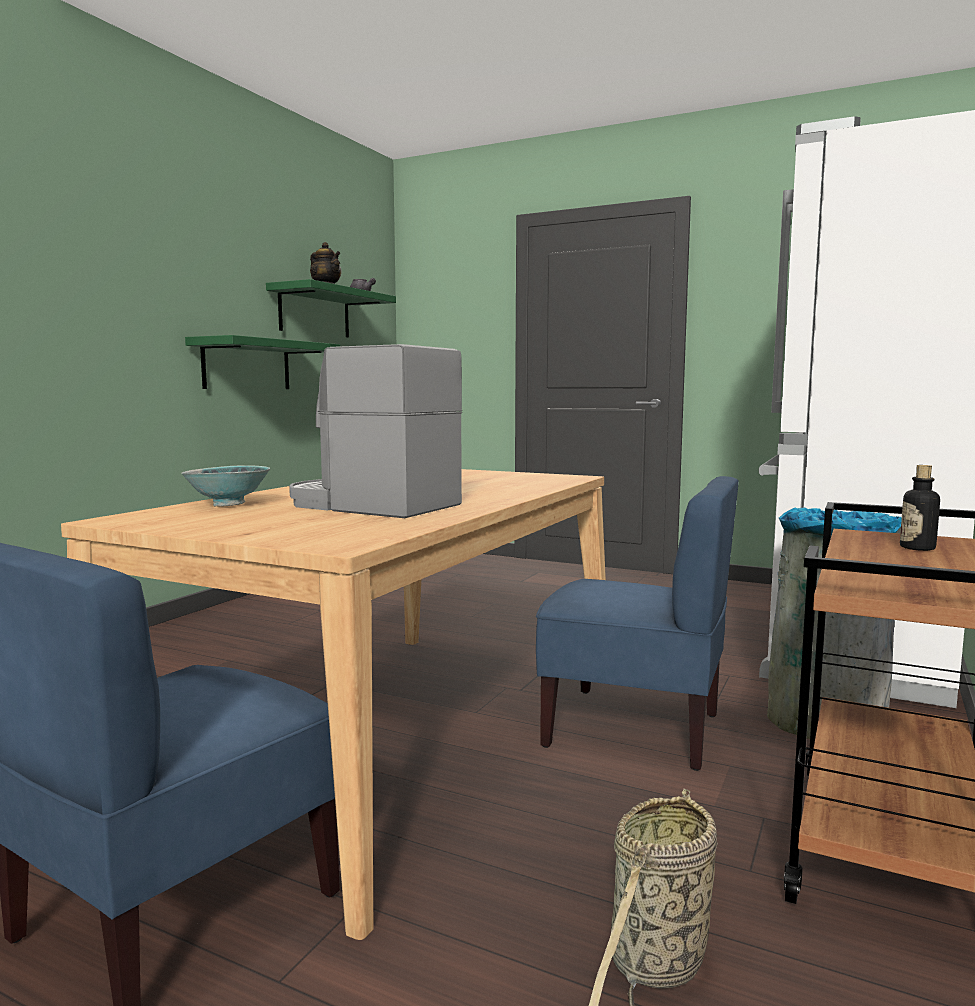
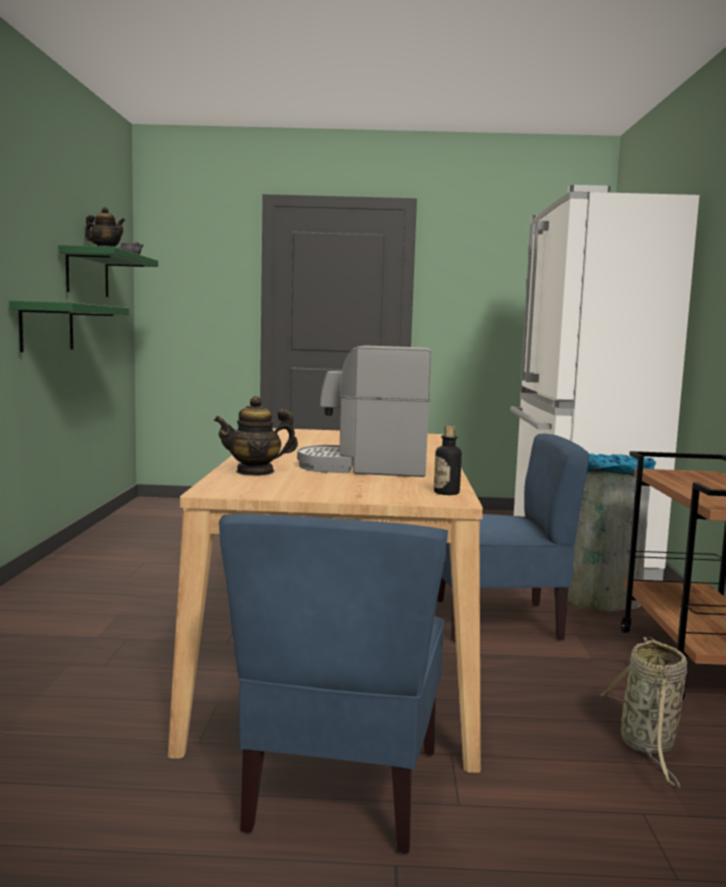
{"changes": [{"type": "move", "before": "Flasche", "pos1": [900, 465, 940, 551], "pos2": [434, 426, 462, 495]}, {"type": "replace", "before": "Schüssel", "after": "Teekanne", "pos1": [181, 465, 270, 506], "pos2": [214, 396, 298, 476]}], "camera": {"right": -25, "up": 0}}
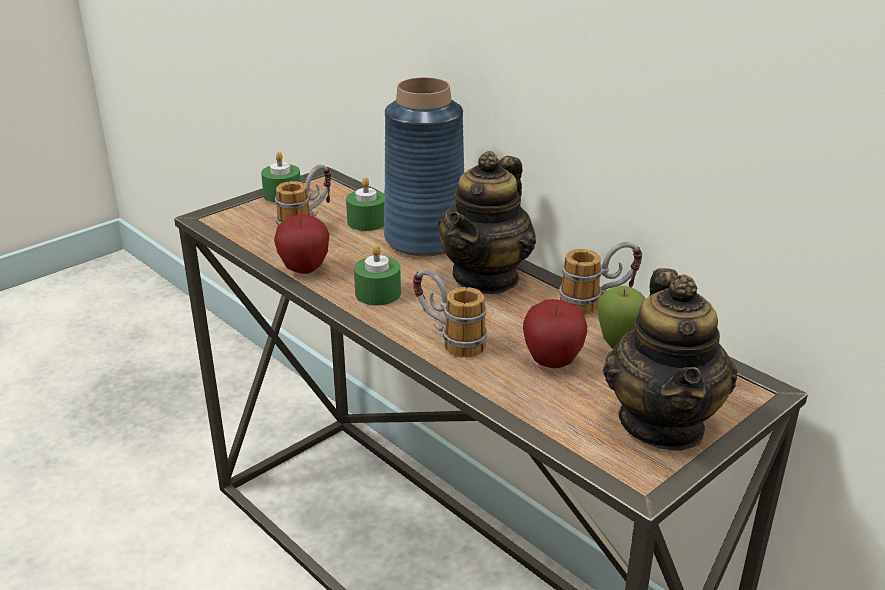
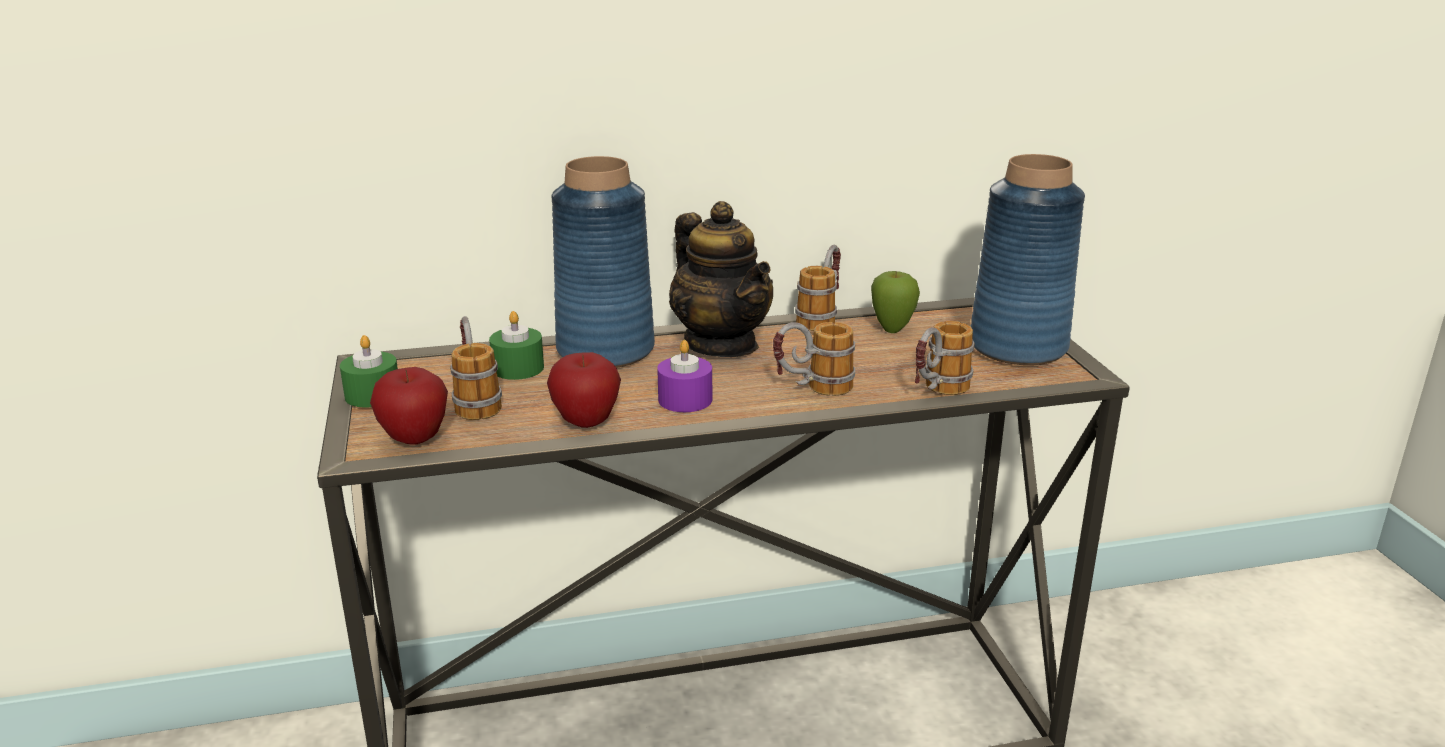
{"changes": [{"type": "insert", "after": "Henkelbecher", "pos2": [915, 321, 975, 395]}, {"type": "move", "before": "Apfel", "pos1": [523, 299, 587, 368], "pos2": [370, 367, 448, 445]}, {"type": "replace", "before": "Teekanne", "after": "Vase [blau]", "pos1": [603, 268, 737, 450], "pos2": [970, 154, 1085, 365]}, {"type": "recolor", "before": "Kerze [grün]", "after": "Kerze [lila]", "pos1": [354, 244, 401, 305], "pos2": [657, 340, 712, 412]}], "camera": {"right": -60, "up": -5}}
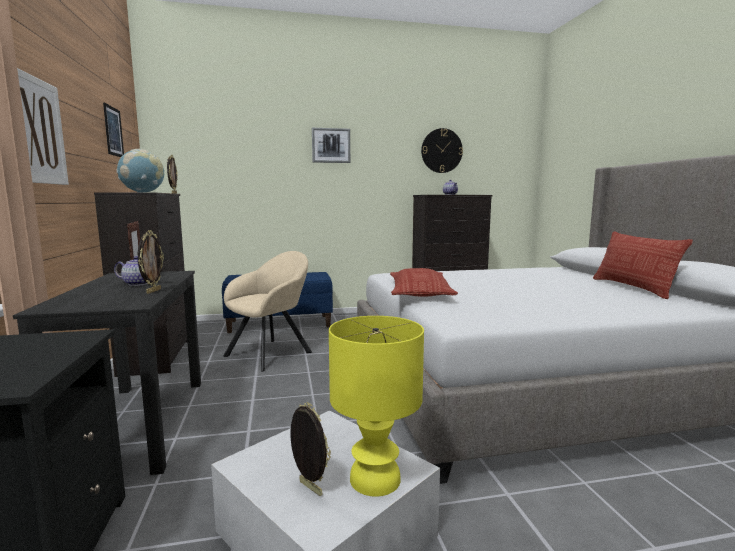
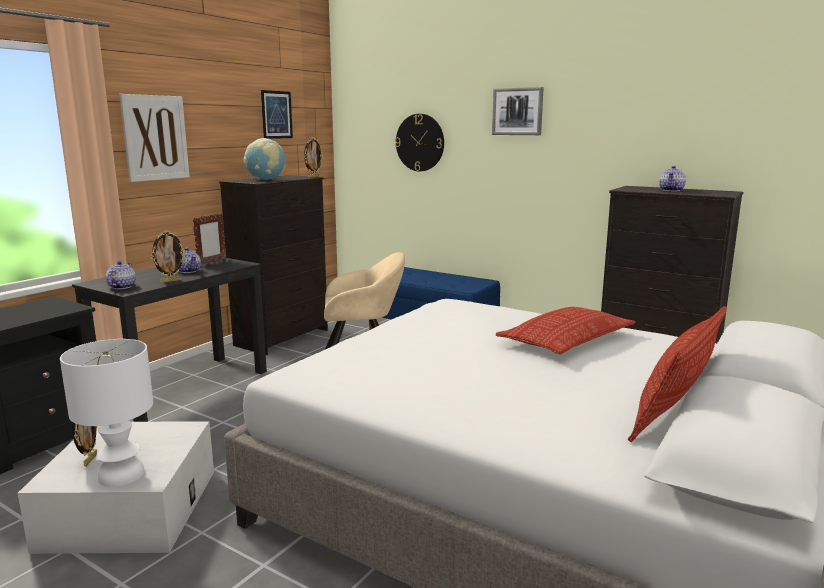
{"changes": [{"type": "insert", "after": "Teekanne", "pos2": [106, 261, 136, 289]}, {"type": "move", "before": "Kissen", "pos1": [390, 268, 458, 296], "pos2": [496, 307, 635, 354]}, {"type": "move", "before": "Wanduhr", "pos1": [421, 128, 463, 173], "pos2": [395, 114, 444, 171]}, {"type": "recolor", "before": "Tischlampe [gelb]", "after": "Tischlampe [weiß]", "pos1": [329, 316, 424, 497], "pos2": [60, 339, 153, 487]}], "camera": {"right": 45, "up": 5}}
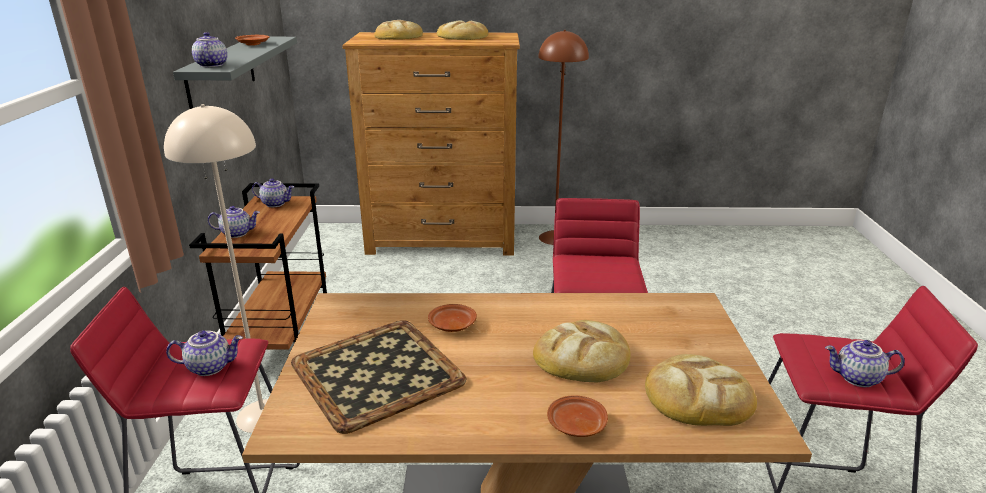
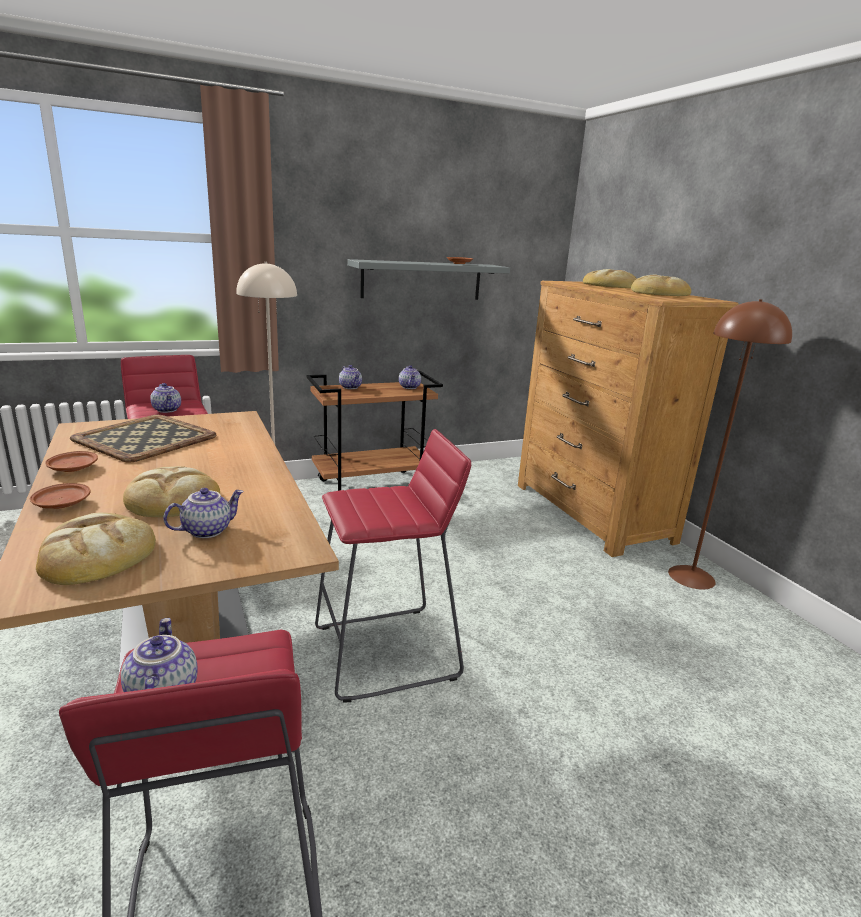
{"changes": [{"type": "move", "before": "Teekanne", "pos1": [192, 32, 227, 67], "pos2": [163, 488, 244, 538]}, {"type": "move", "before": "Teller [braun]", "pos1": [428, 304, 477, 332], "pos2": [45, 451, 98, 472]}], "camera": {"right": 65, "up": -5}}
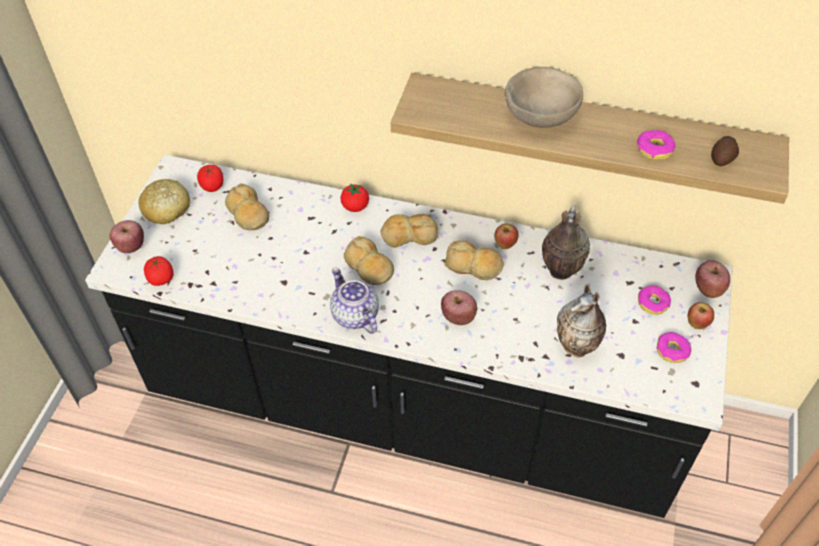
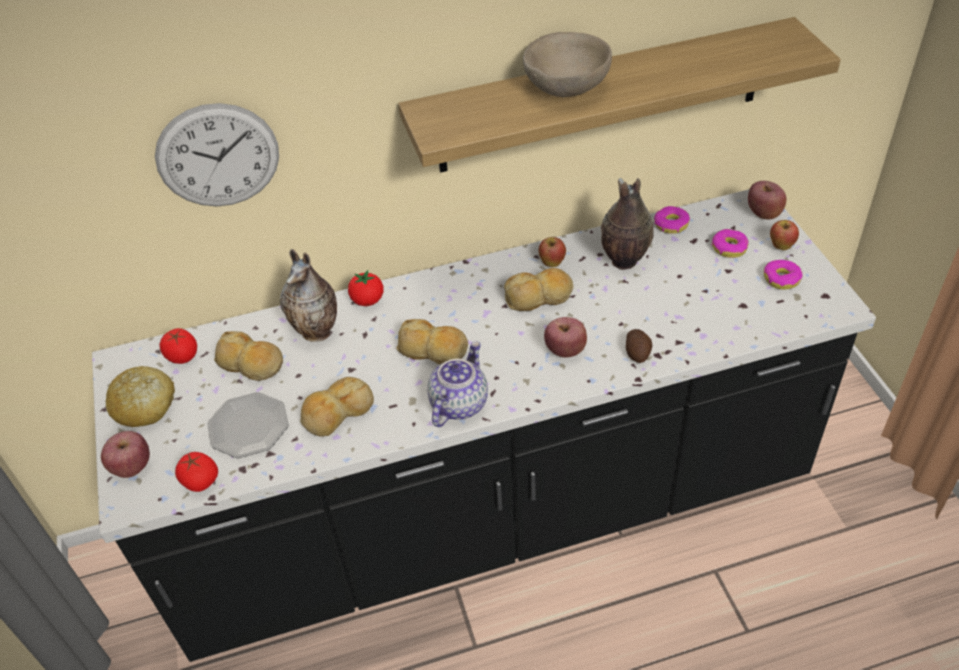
{"changes": [{"type": "insert", "after": "Wanduhr", "pos2": [155, 103, 279, 206]}, {"type": "insert", "after": "Teller", "pos2": [207, 392, 289, 458]}, {"type": "move", "before": "Brot", "pos1": [381, 214, 438, 248], "pos2": [300, 377, 374, 437]}, {"type": "move", "before": "Vase", "pos1": [557, 284, 606, 357], "pos2": [280, 249, 337, 342]}, {"type": "move", "before": "Donut", "pos1": [637, 130, 675, 160], "pos2": [654, 206, 690, 234]}, {"type": "move", "before": "Kartoffel", "pos1": [711, 136, 739, 166], "pos2": [626, 329, 653, 363]}, {"type": "rotate", "before": "Teekanne", "pos1": [330, 267, 379, 334], "pos2": [427, 341, 488, 427], "turn": 90}], "camera": {"right": -30, "up": -5}}
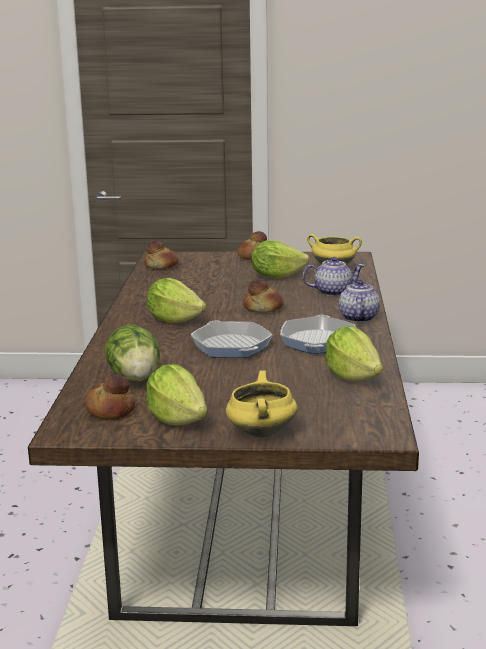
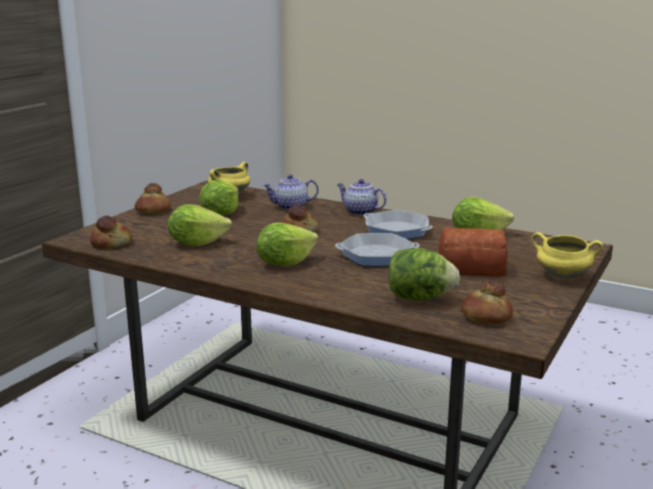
{"changes": [{"type": "insert", "after": "Brot", "pos2": [438, 228, 508, 276]}, {"type": "move", "before": "Salatkopf", "pos1": [146, 364, 207, 426], "pos2": [168, 204, 232, 246]}, {"type": "rotate", "before": "Teekanne", "pos1": [302, 257, 365, 296], "pos2": [263, 174, 319, 210], "turn": -120}], "camera": {"right": -65, "up": 0}}
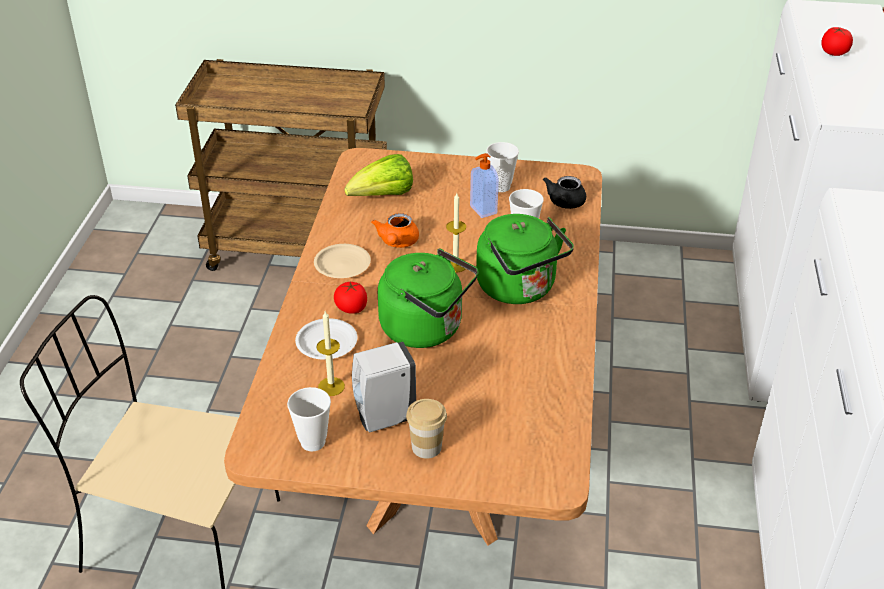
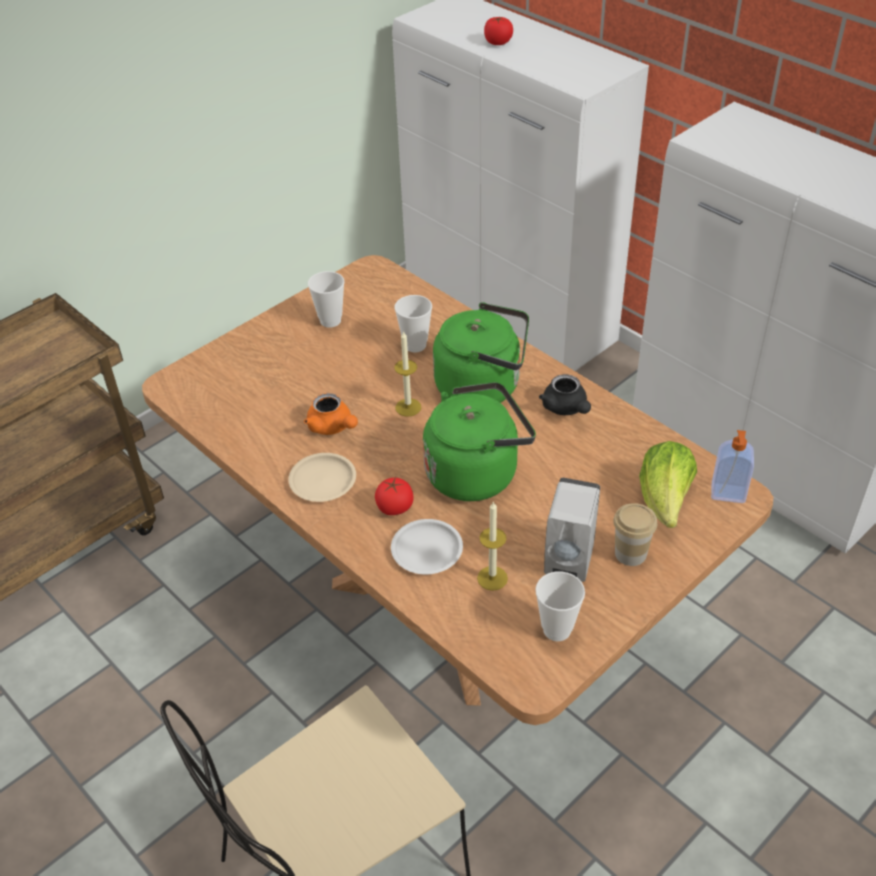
{"changes": [{"type": "move", "before": "Salatkopf", "pos1": [344, 154, 413, 196], "pos2": [639, 441, 697, 528]}, {"type": "move", "before": "Seifenspender", "pos1": [470, 153, 499, 218], "pos2": [711, 430, 754, 503]}, {"type": "move", "before": "Teekanne [schwarz]", "pos1": [543, 176, 586, 209], "pos2": [539, 374, 591, 415]}], "camera": {"right": -50, "up": 5}}
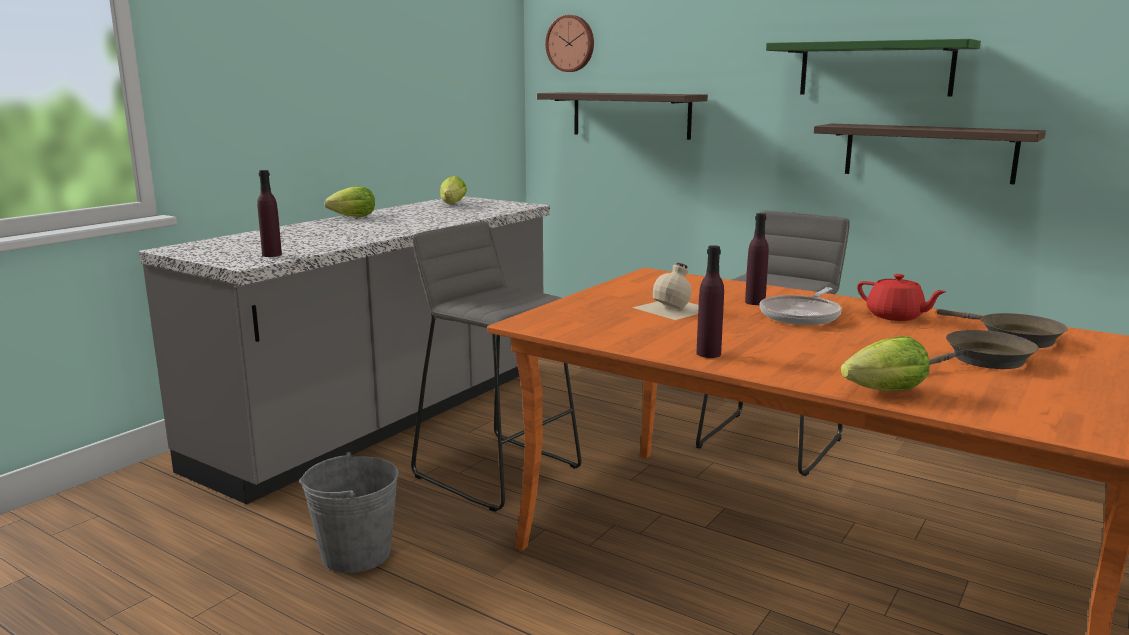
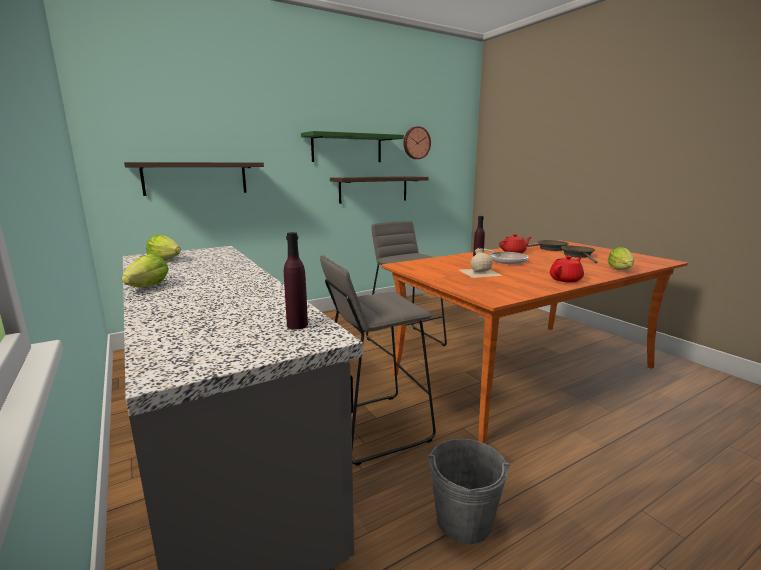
{"changes": [{"type": "move", "before": "Wanduhr", "pos1": [545, 15, 594, 72], "pos2": [404, 126, 431, 159]}, {"type": "replace", "before": "Flasche [lila]", "after": "Teekanne [rot]", "pos1": [697, 245, 724, 358], "pos2": [550, 256, 584, 283]}], "camera": {"right": -65, "up": 0}}
